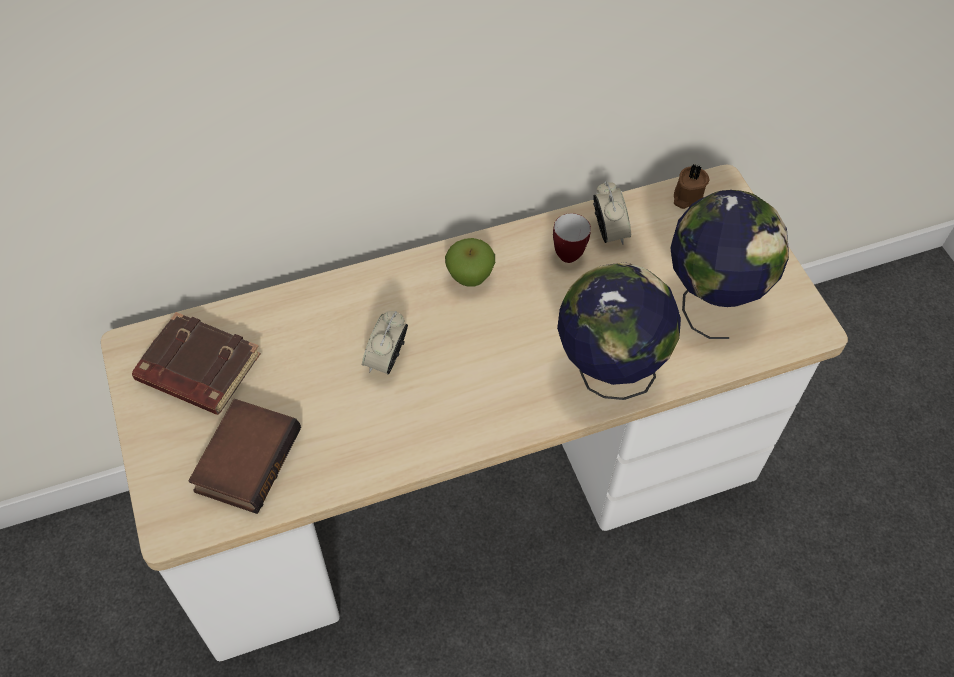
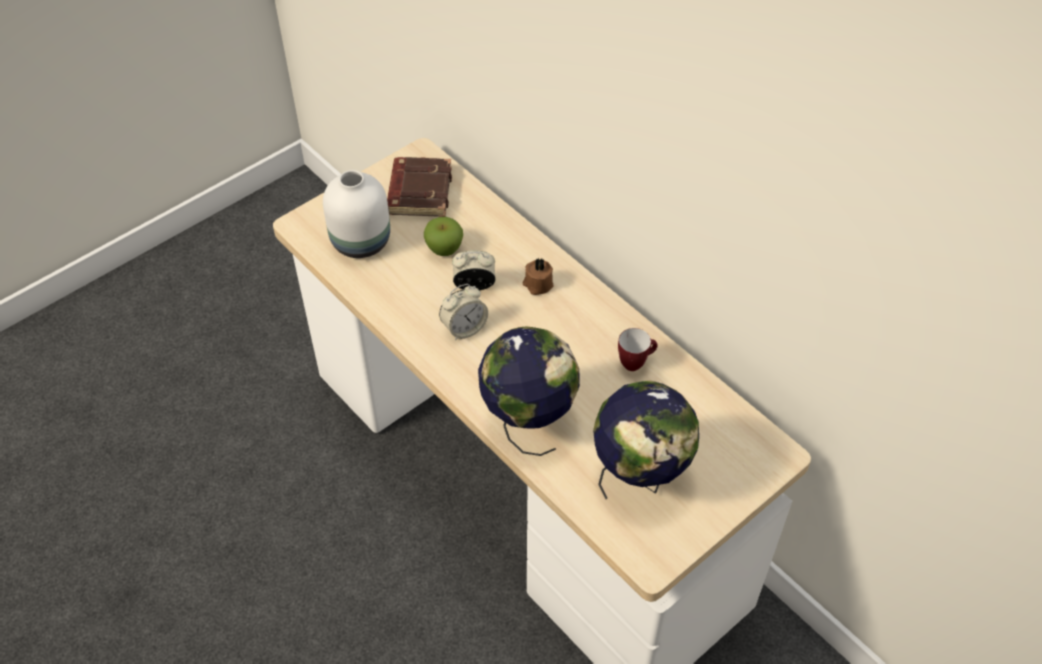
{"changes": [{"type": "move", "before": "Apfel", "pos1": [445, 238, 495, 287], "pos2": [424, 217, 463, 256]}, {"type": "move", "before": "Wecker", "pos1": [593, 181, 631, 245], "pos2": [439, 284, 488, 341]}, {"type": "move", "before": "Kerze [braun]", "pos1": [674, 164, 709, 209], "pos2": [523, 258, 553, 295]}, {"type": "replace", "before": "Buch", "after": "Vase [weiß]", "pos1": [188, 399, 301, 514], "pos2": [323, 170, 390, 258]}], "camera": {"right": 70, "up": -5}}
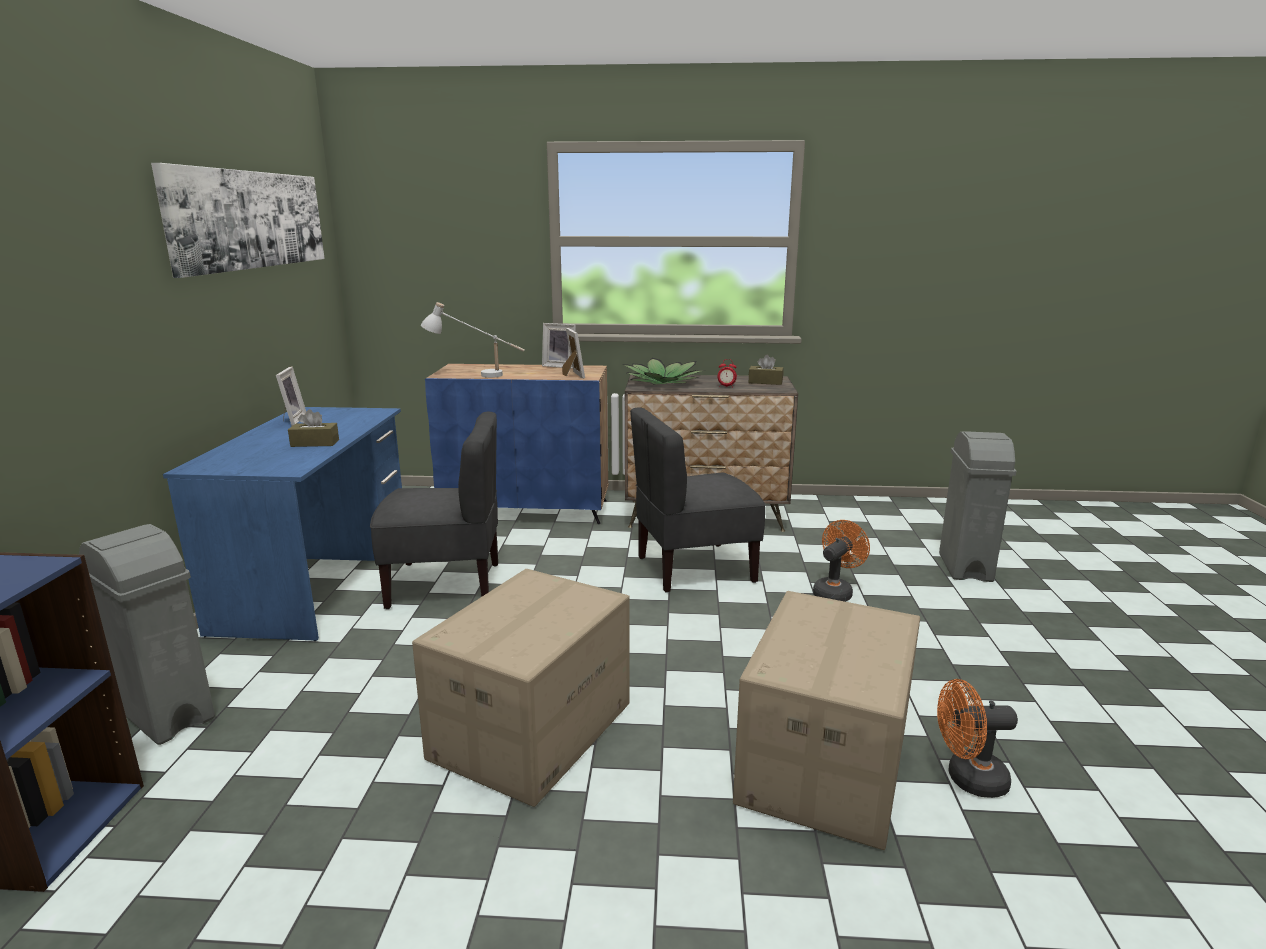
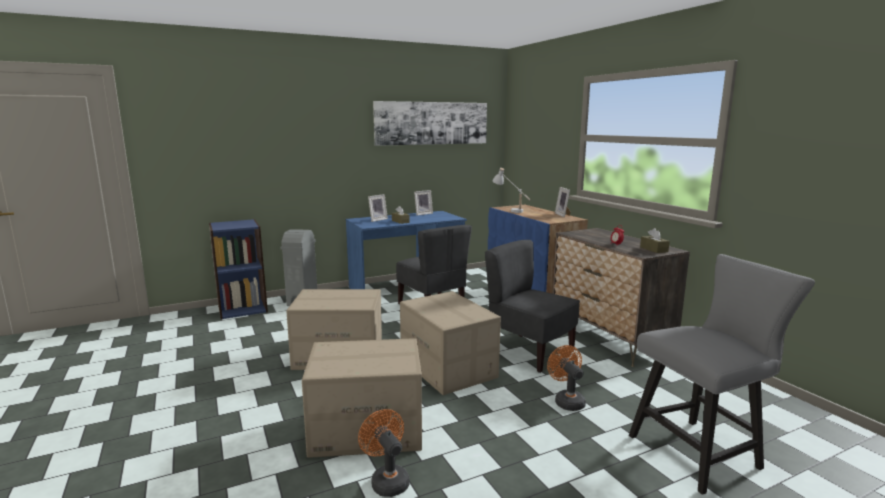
{"changes": [{"type": "delete", "before": "Topfpflanze", "pos1": [623, 358, 704, 385]}, {"type": "insert", "after": "Karton", "pos2": [400, 291, 501, 395]}, {"type": "move", "before": "Bilderrahmen", "pos1": [562, 328, 585, 379], "pos2": [368, 194, 388, 222]}, {"type": "replace", "before": "Mülleimer [grau]", "after": "Stuhl [grau]", "pos1": [939, 431, 1017, 582], "pos2": [629, 254, 815, 495]}, {"type": "rotate", "before": "Ventilator [orange]", "pos1": [813, 520, 870, 602], "pos2": [547, 345, 586, 411], "turn": -120}], "camera": {"right": 60, "up": -5}}
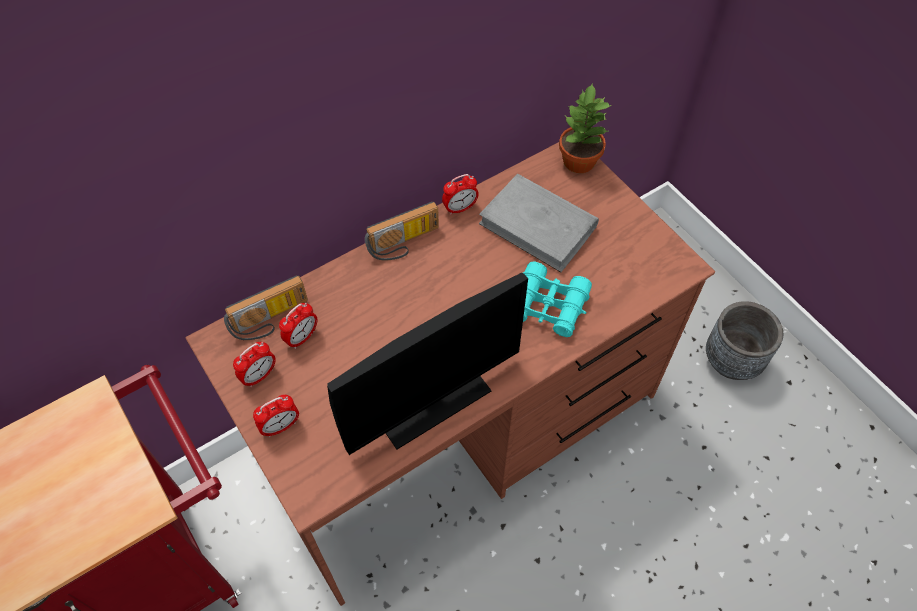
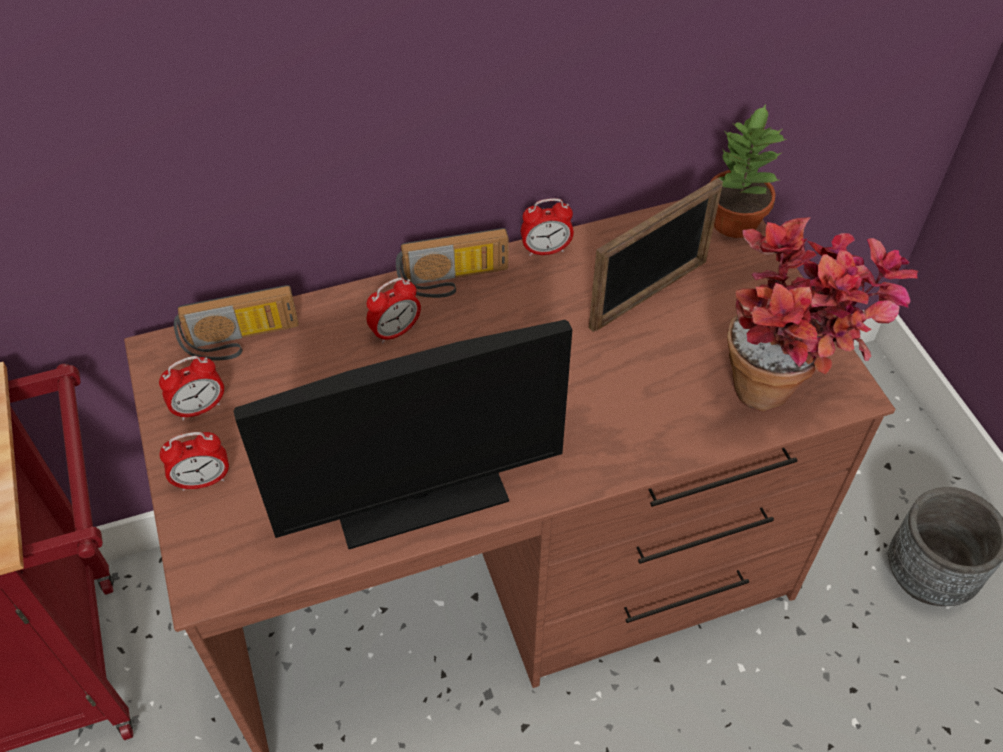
{"changes": [{"type": "delete", "before": "Fernglas [türkis]", "pos1": [523, 262, 592, 337]}, {"type": "insert", "after": "Topfpflanze", "pos2": [727, 217, 918, 412]}, {"type": "move", "before": "Wecker", "pos1": [279, 303, 317, 349], "pos2": [367, 277, 421, 343]}, {"type": "replace", "before": "Buch [grau]", "after": "Bilderrahmen", "pos1": [479, 174, 599, 272], "pos2": [589, 178, 723, 332]}], "camera": {"right": 15, "up": -5}}
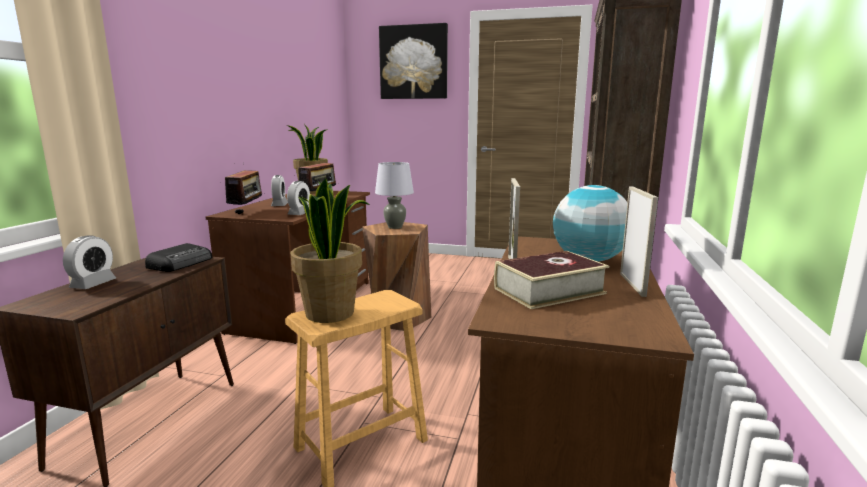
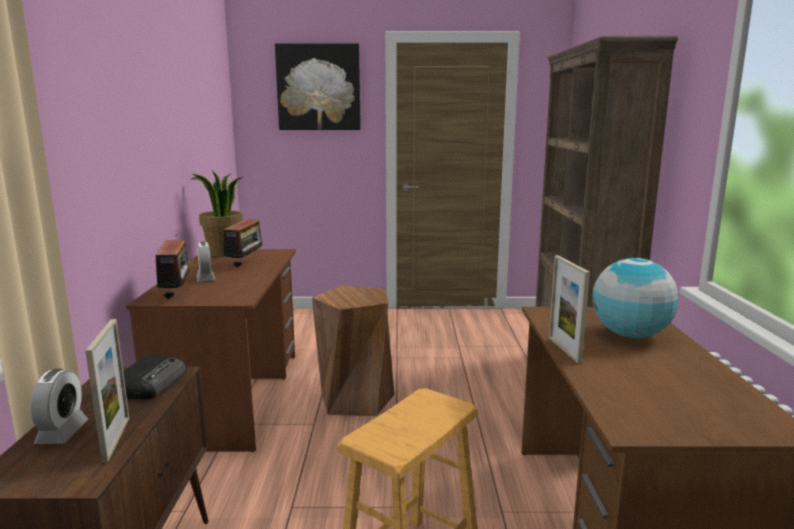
{"changes": [{"type": "delete", "before": "Wecker", "pos1": [287, 181, 310, 215]}, {"type": "delete", "before": "Topfpflanze", "pos1": [291, 178, 369, 323]}, {"type": "delete", "before": "Tischlampe [grau]", "pos1": [375, 162, 414, 229]}, {"type": "delete", "before": "Buch", "pos1": [494, 251, 609, 309]}, {"type": "move", "before": "Bilderrahmen", "pos1": [620, 186, 658, 297], "pos2": [85, 319, 129, 463]}], "camera": {"right": -15, "up": 0}}
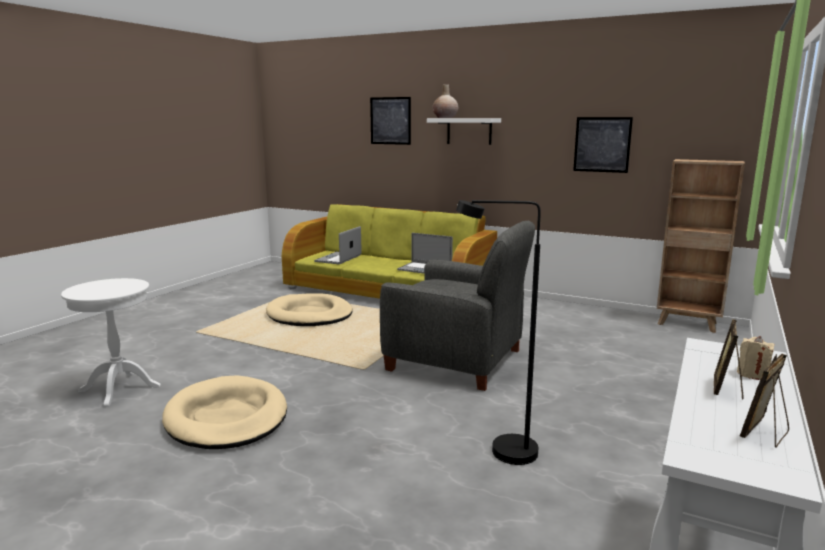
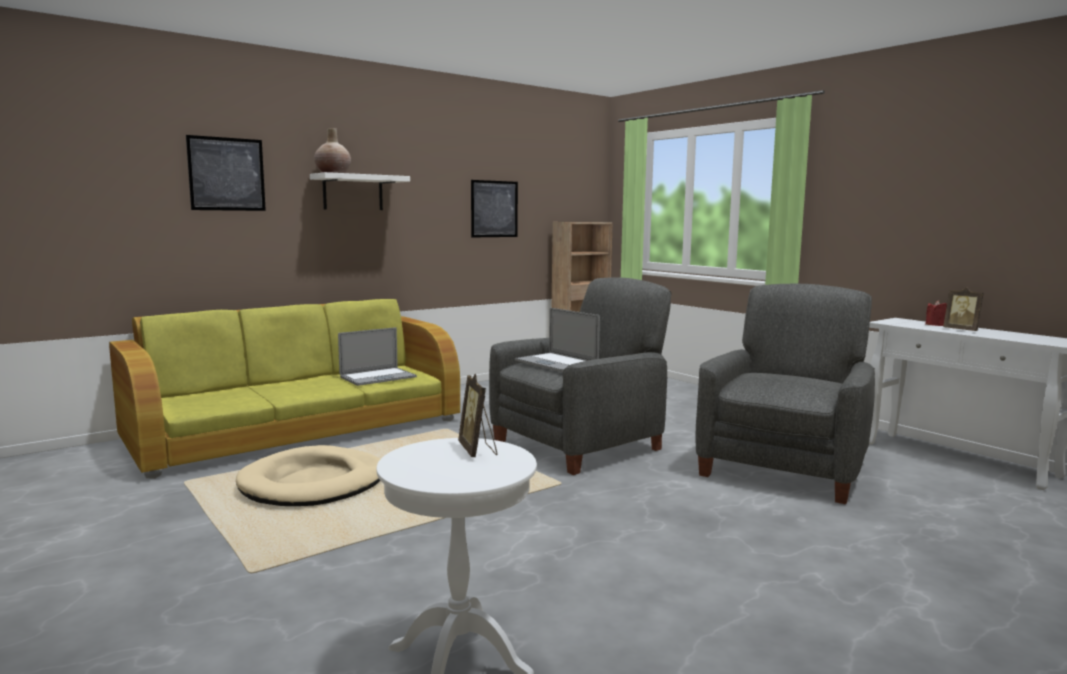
{"changes": [{"type": "delete", "before": "Hundebett [beige]", "pos1": [162, 375, 287, 449]}, {"type": "move", "before": "Laptop", "pos1": [314, 226, 362, 264], "pos2": [515, 308, 600, 372]}, {"type": "move", "before": "Bilderrahmen", "pos1": [740, 354, 789, 448], "pos2": [458, 373, 497, 457]}, {"type": "replace", "before": "Stehlampe [schwarz]", "after": "Sessel [grau]", "pos1": [456, 200, 541, 465], "pos2": [695, 284, 875, 504]}, {"type": "recolor", "before": "Kerze [beige]", "after": "Kerze [rot]", "pos1": [737, 336, 775, 380], "pos2": [925, 301, 947, 326]}], "camera": {"right": -65, "up": -5}}
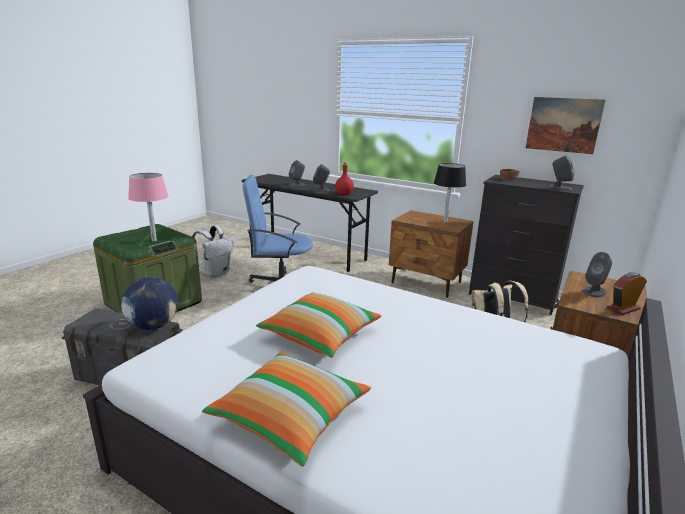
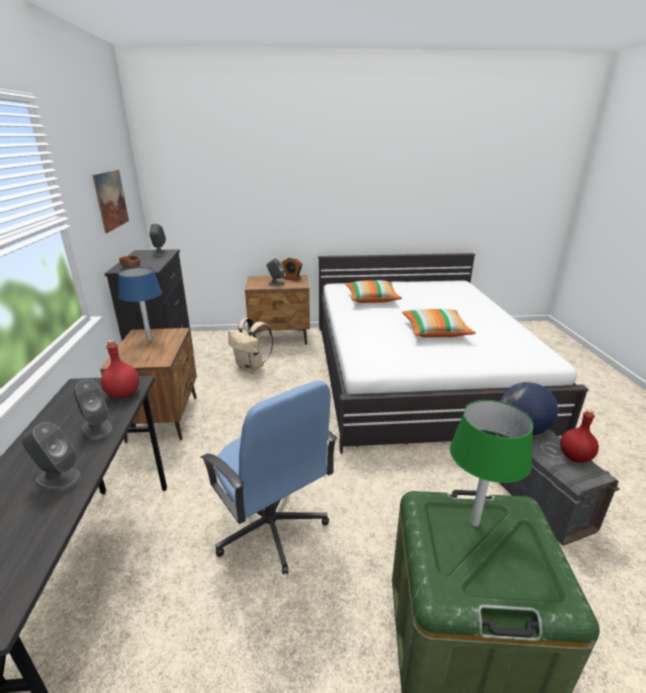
{"changes": [{"type": "delete", "before": "Rucksack [weiß]", "pos1": [192, 225, 234, 278]}, {"type": "insert", "after": "Flasche [rot]", "pos2": [560, 409, 599, 462]}, {"type": "move", "before": "Kissen", "pos1": [202, 352, 371, 467], "pos2": [345, 280, 402, 303]}, {"type": "recolor", "before": "Tischlampe [rosa]", "after": "Tischlampe [grün]", "pos1": [128, 173, 168, 241], "pos2": [450, 400, 533, 527]}, {"type": "recolor", "before": "Tischlampe [schwarz]", "after": "Tischlampe [blau]", "pos1": [434, 163, 466, 223], "pos2": [118, 267, 162, 341]}], "camera": {"right": -125, "up": 5}}
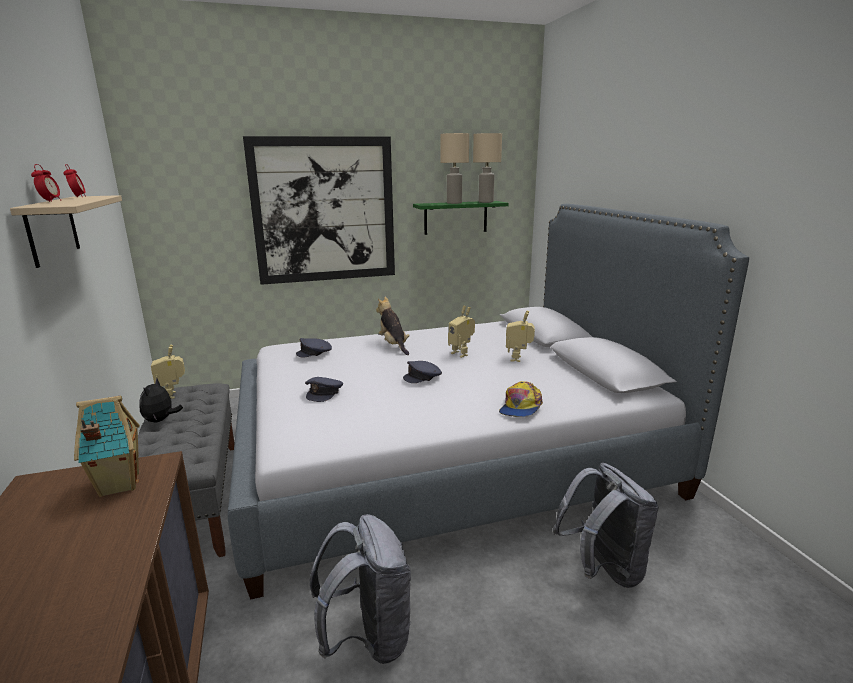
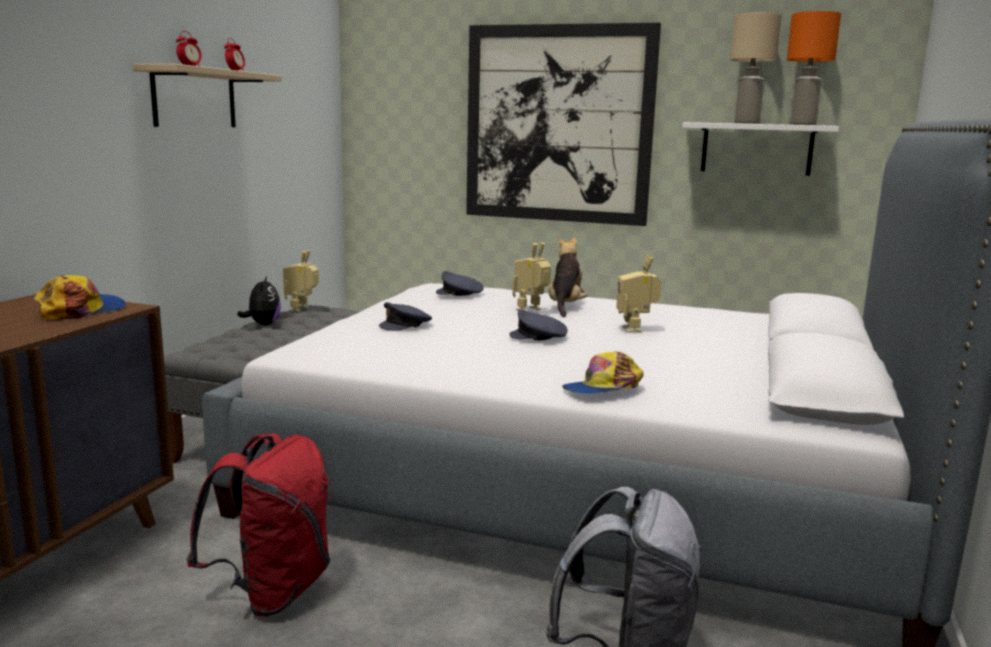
{"changes": [{"type": "move", "before": "Spielzeugroboter", "pos1": [506, 311, 535, 362], "pos2": [512, 242, 551, 311]}, {"type": "replace", "before": "Spielzeughaus", "after": "Kappe", "pos1": [74, 396, 140, 497], "pos2": [34, 275, 126, 319]}, {"type": "recolor", "before": "Rucksack [grau]", "after": "Rucksack [rot]", "pos1": [309, 514, 412, 664], "pos2": [186, 433, 330, 617]}, {"type": "recolor", "before": "Wandregal [grün]", "after": "Wandregal [weiß]", "pos1": [413, 201, 509, 235], "pos2": [682, 122, 839, 176]}, {"type": "recolor", "before": "Tischlampe [beige]", "after": "Tischlampe [orange]", "pos1": [473, 133, 502, 203], "pos2": [787, 11, 841, 125]}, {"type": "rotate", "before": "Plüschtier", "pos1": [139, 378, 183, 423], "pos2": [237, 276, 281, 325], "turn": 135}], "camera": {"right": 35, "up": -5}}
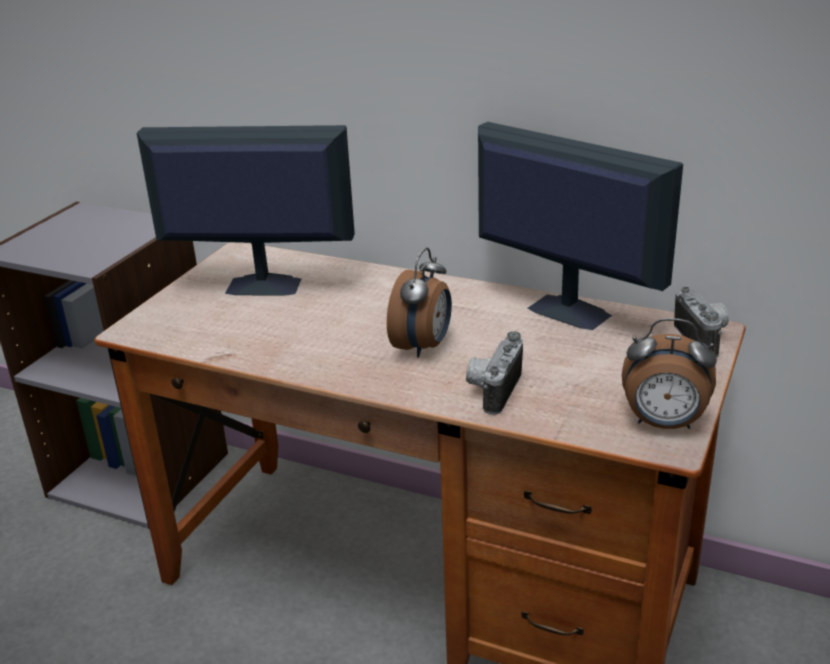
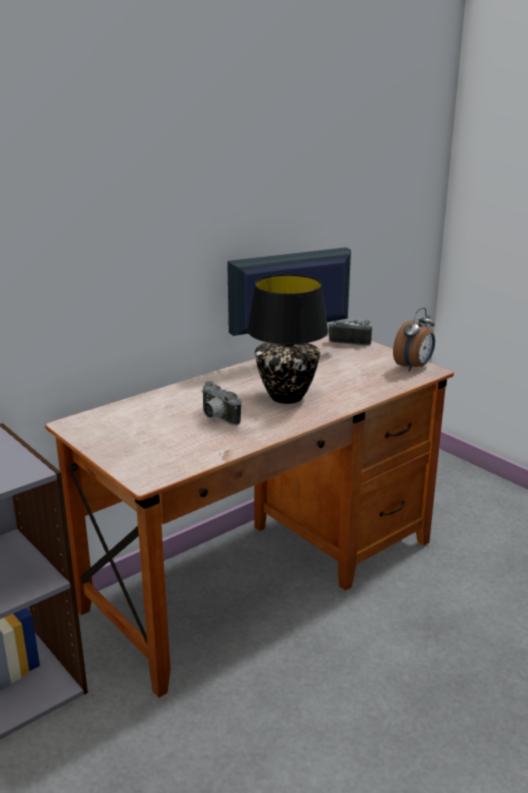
{"changes": [{"type": "delete", "before": "Monitor", "pos1": [137, 125, 355, 296]}, {"type": "move", "before": "Kamera", "pos1": [466, 331, 523, 415], "pos2": [202, 381, 241, 425]}, {"type": "replace", "before": "Wecker", "after": "Tischlampe [schwarz]", "pos1": [387, 248, 452, 358], "pos2": [247, 274, 328, 404]}], "camera": {"right": -65, "up": -5}}
